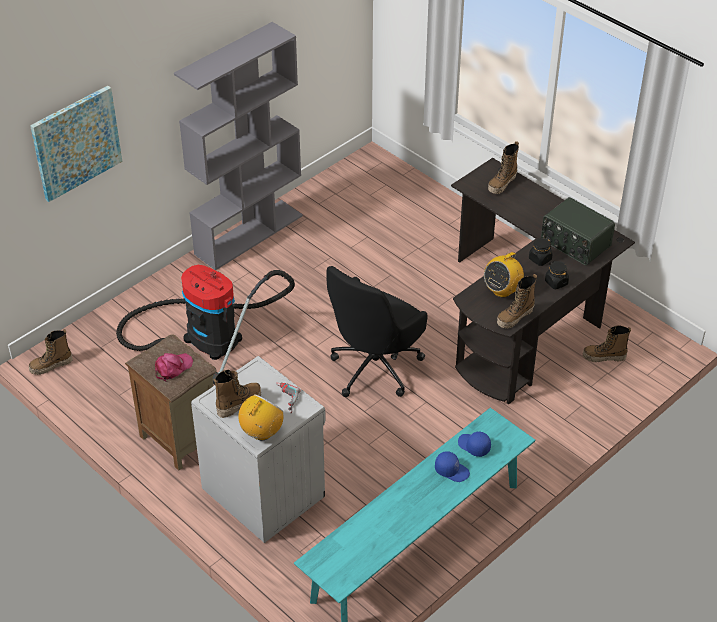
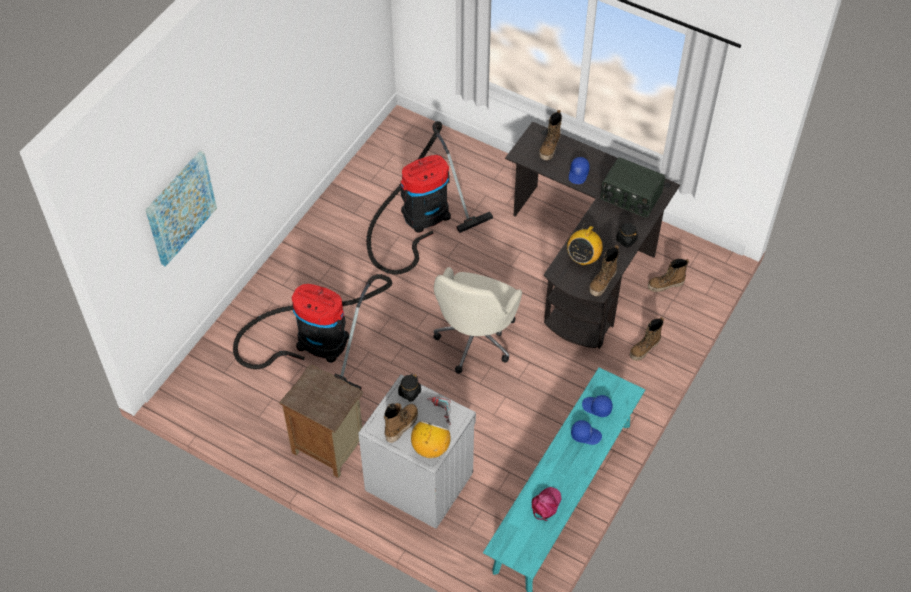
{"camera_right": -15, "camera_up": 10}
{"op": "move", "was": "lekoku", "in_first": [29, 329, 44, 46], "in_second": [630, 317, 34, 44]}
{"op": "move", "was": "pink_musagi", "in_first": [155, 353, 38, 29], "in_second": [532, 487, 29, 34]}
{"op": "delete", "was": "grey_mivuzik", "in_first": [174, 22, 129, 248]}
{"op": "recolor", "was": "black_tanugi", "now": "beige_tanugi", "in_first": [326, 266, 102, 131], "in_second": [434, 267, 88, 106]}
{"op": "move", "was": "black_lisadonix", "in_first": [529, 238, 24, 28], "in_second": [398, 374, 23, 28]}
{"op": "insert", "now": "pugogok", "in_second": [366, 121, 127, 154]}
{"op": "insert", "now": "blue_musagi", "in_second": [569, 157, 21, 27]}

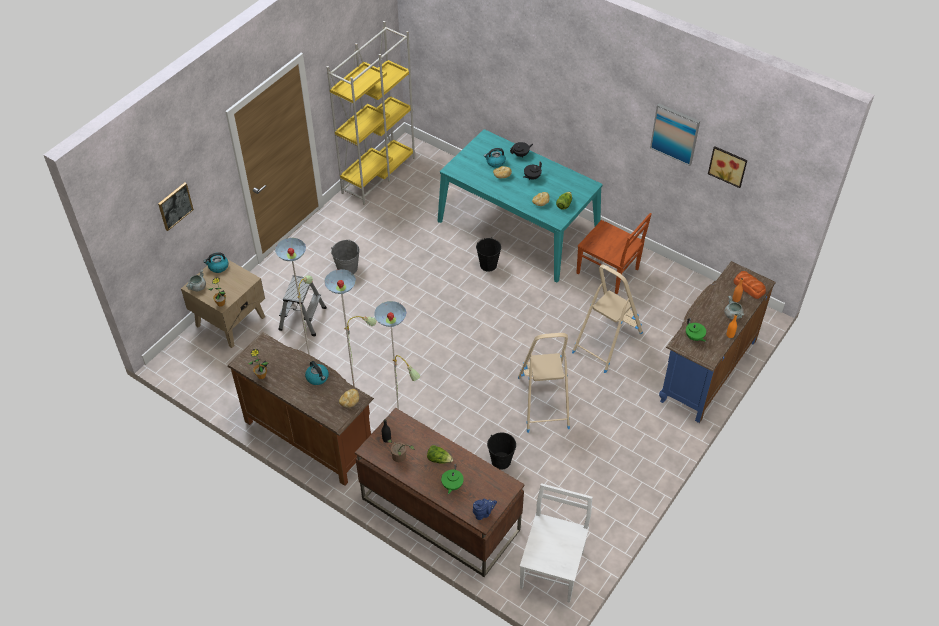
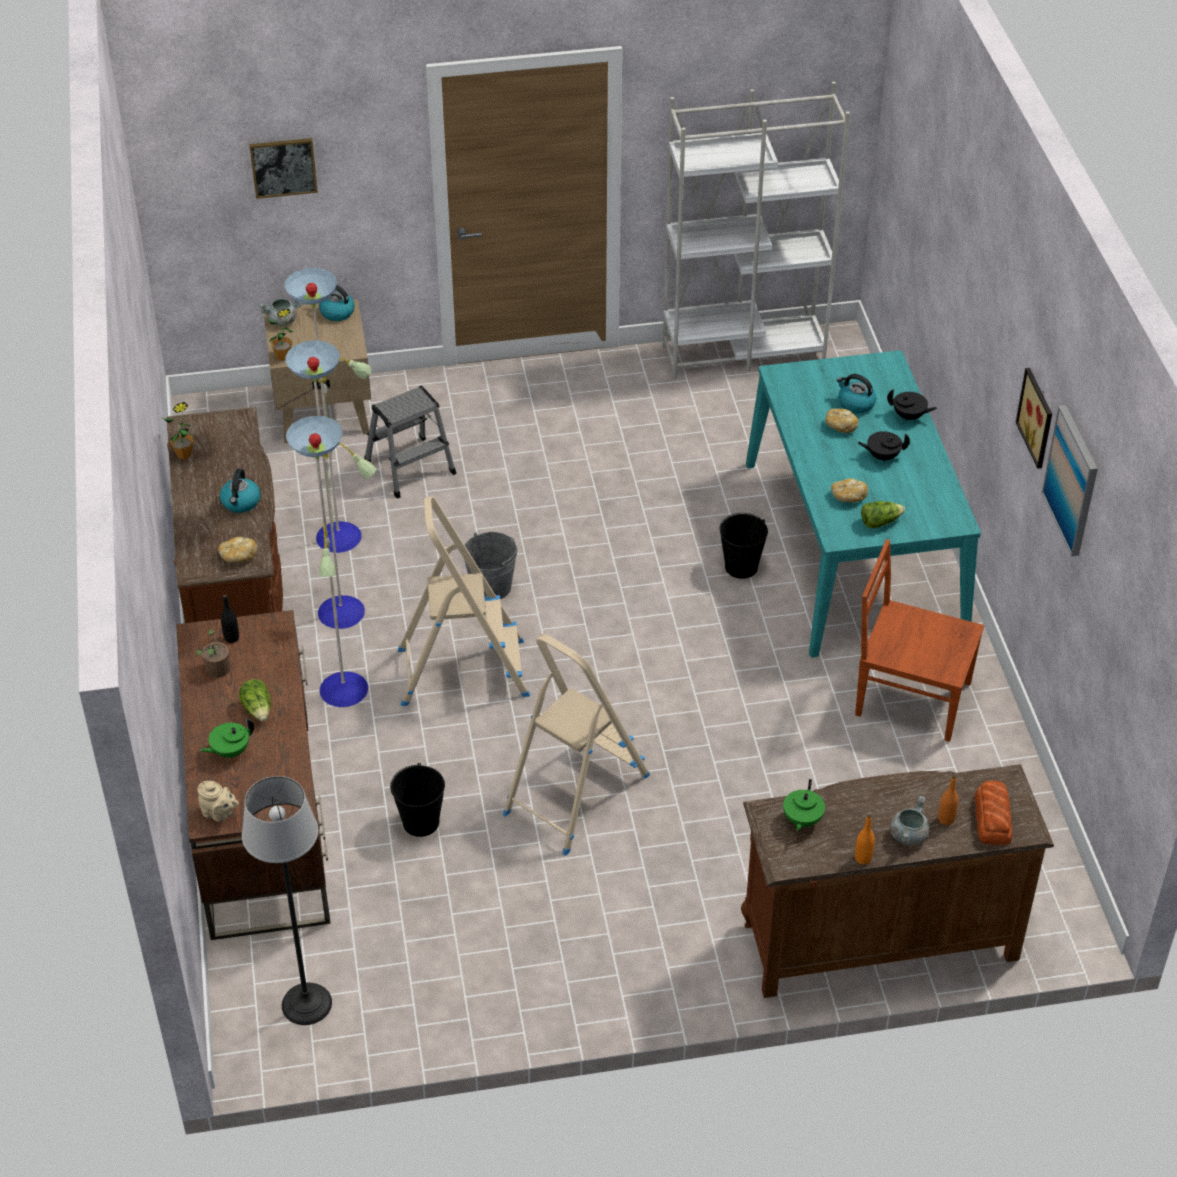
{"camera_right": 45, "camera_up": -5}
{"op": "recolor", "was": "yellow_mivuzik", "now": "white_mivuzik", "in_first": [327, 21, 88, 184], "in_second": [663, 81, 187, 298]}
{"op": "move", "was": "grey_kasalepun", "in_first": [331, 240, 29, 34], "in_second": [465, 532, 52, 67]}
{"op": "recolor", "was": "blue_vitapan", "now": "beige_vitapan", "in_first": [473, 499, 24, 21], "in_second": [198, 781, 41, 41]}
{"op": "replace", "was": "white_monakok", "now": "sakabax", "in_first": [520, 483, 73, 120], "in_second": [242, 776, 90, 249]}
{"op": "move", "was": "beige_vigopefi", "in_first": [572, 264, 71, 109], "in_second": [398, 496, 132, 210]}
{"op": "rotate", "was": "brown_monakok", "in_first": [576, 213, 76, 81], "in_second": [855, 539, 129, 203], "clockwise": 120}
{"op": "recolor", "was": "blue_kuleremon", "now": "brown_kuleremon", "in_first": [659, 261, 117, 162], "in_second": [741, 764, 313, 234]}
{"op": "move", "was": "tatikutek", "in_first": [708, 146, 39, 42], "in_second": [1016, 368, 36, 101]}

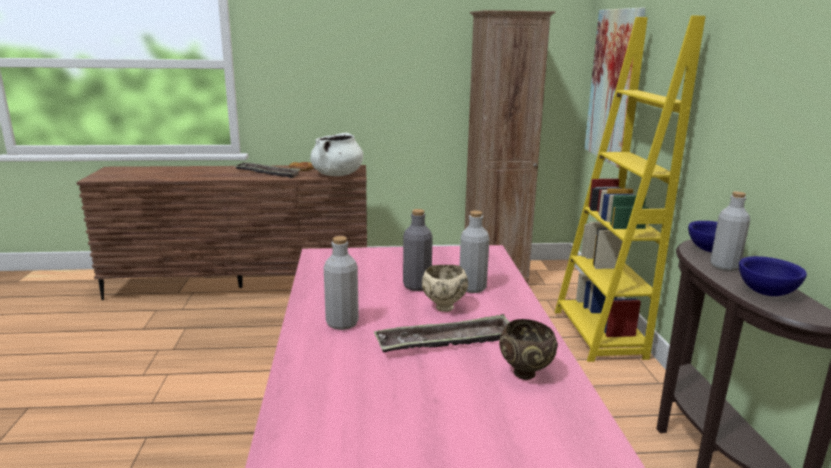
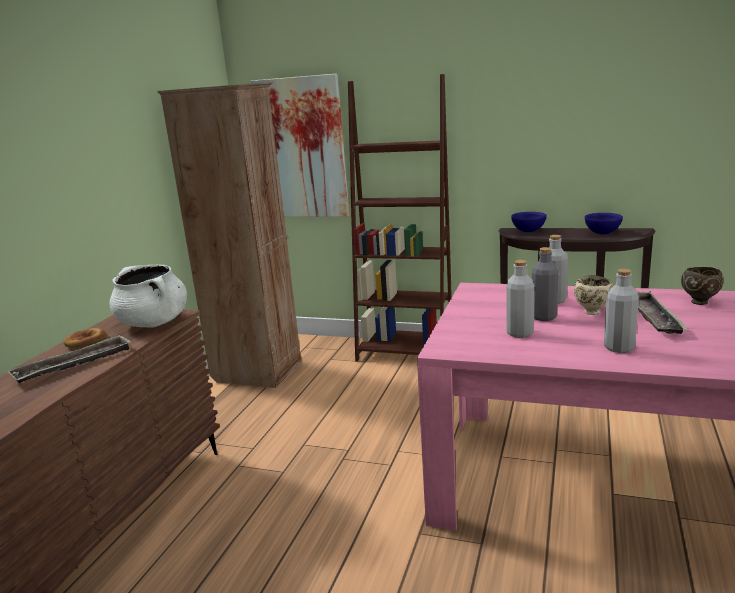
{"camera_right": -65, "camera_up": 0}
{"op": "recolor", "was": "yellow_mivuzik", "now": "brown_mivuzik", "in_first": [555, 16, 151, 346], "in_second": [348, 74, 104, 288]}
{"op": "move", "was": "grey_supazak", "in_first": [710, 191, 40, 80], "in_second": [506, 260, 28, 78]}

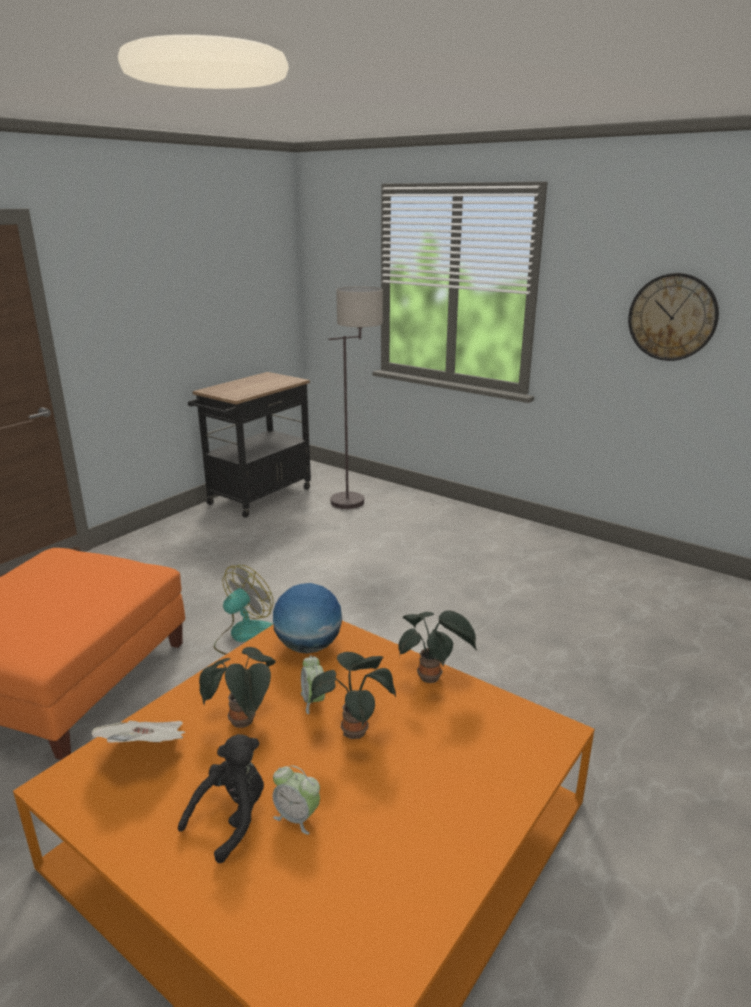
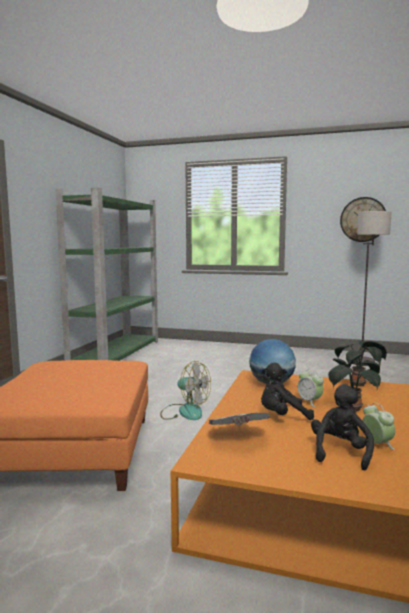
{"camera_right": -20, "camera_up": -15}
{"op": "replace", "was": "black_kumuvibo", "now": "green_mivuzik", "in_first": [188, 372, 123, 146], "in_second": [55, 188, 103, 173]}
{"op": "replace", "was": "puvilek", "now": "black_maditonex", "in_first": [199, 647, 76, 81], "in_second": [261, 362, 53, 58]}
{"op": "rotate", "was": "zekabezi", "in_first": [214, 565, 60, 90], "in_second": [160, 361, 51, 59], "clockwise": 105}
{"op": "rotate", "was": "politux", "in_first": [273, 765, 47, 70], "in_second": [363, 403, 32, 47], "clockwise": -120}
{"op": "move", "was": "grey_sakabax", "in_first": [328, 287, 55, 222], "in_second": [354, 211, 37, 155]}

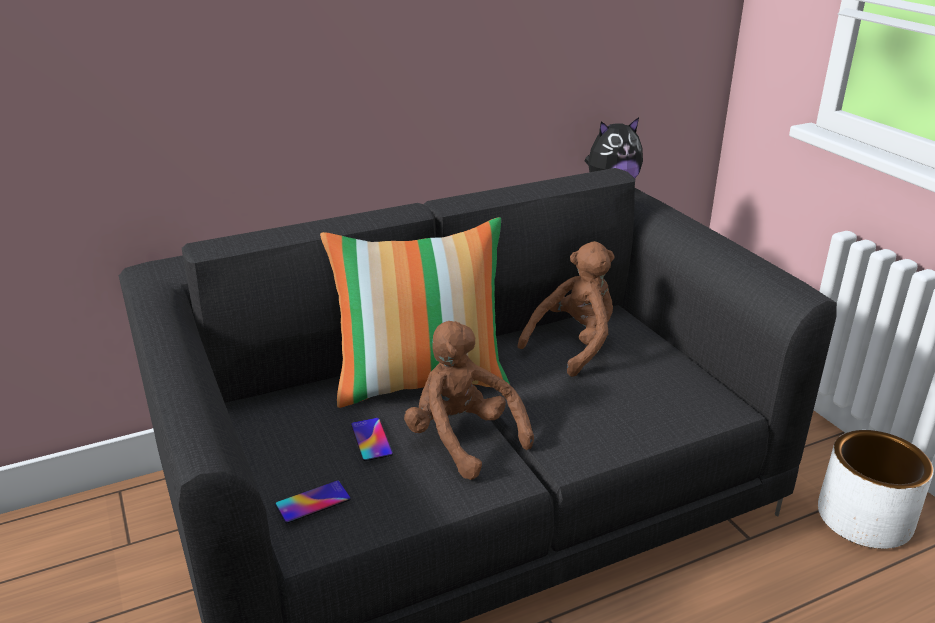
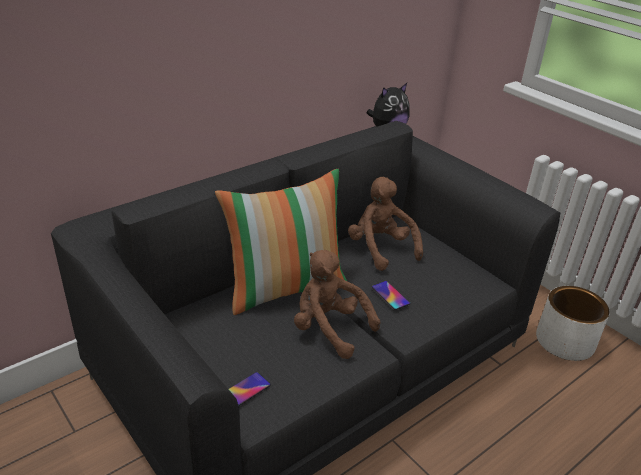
{"camera_right": -15, "camera_up": 5}
{"op": "move", "was": "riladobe", "in_first": [351, 418, 42, 43], "in_second": [372, 281, 38, 29]}
{"op": "rotate", "was": "brown_maditonex", "in_first": [518, 241, 97, 136], "in_second": [348, 177, 75, 94], "clockwise": -60}

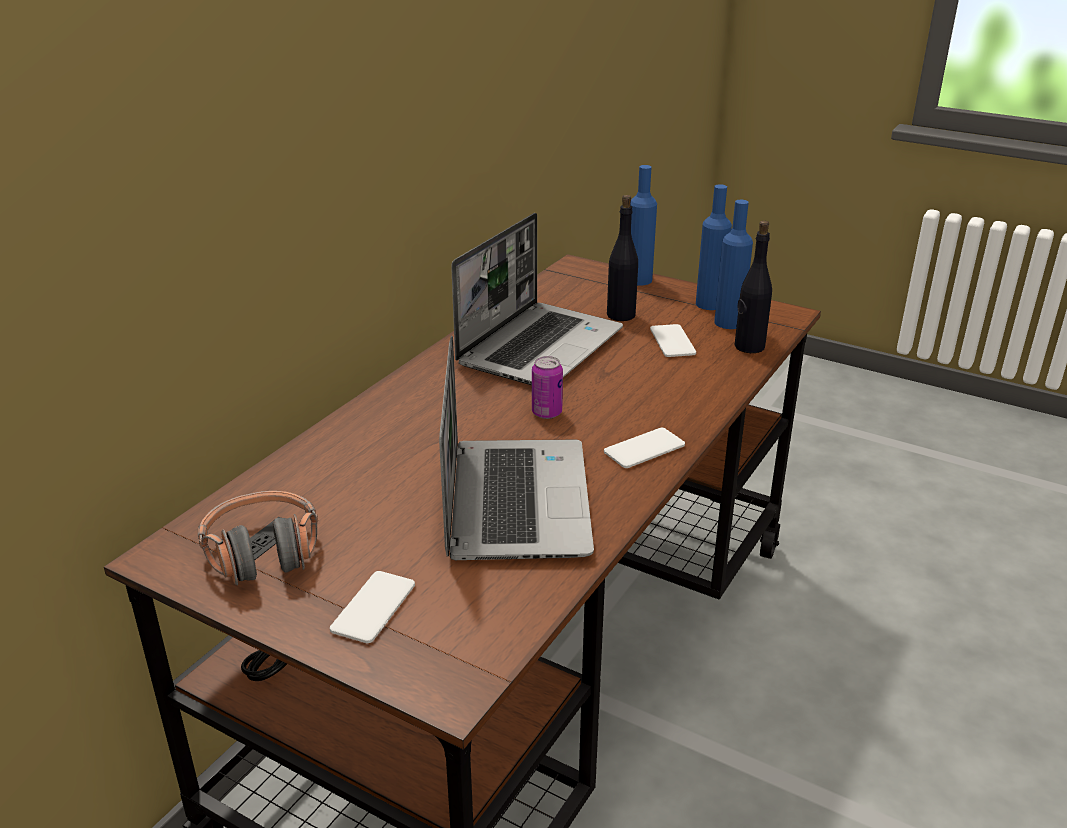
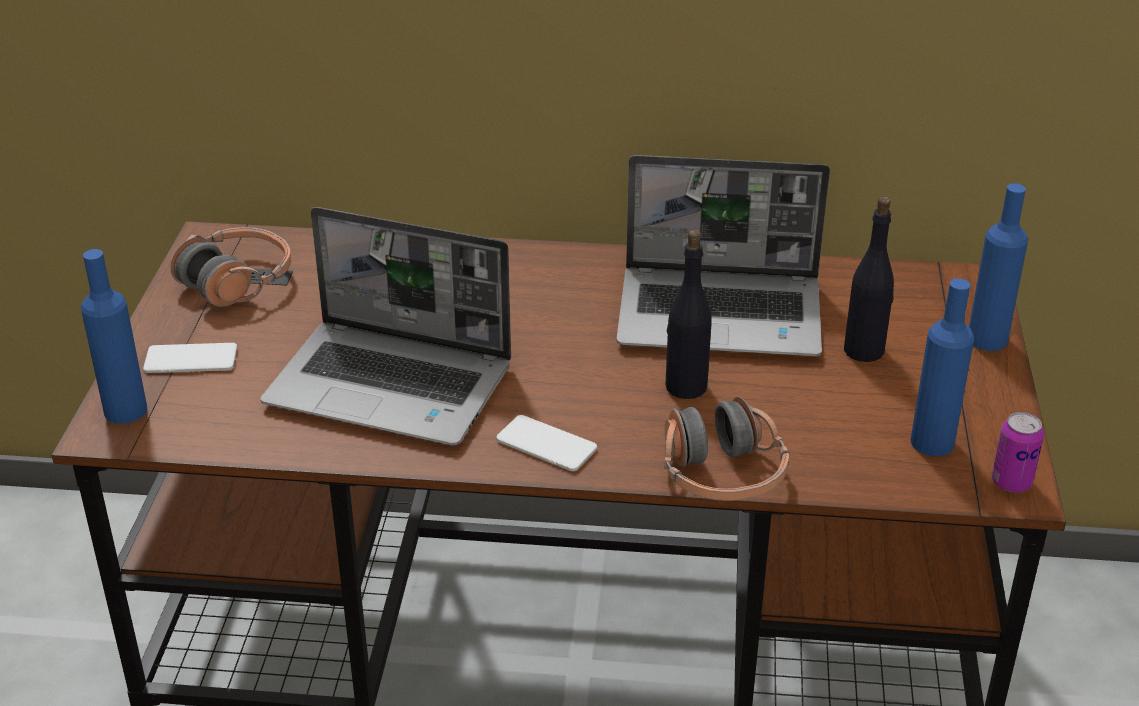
{"camera_right": 65, "camera_up": 5}
{"op": "rotate", "was": "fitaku", "in_first": [439, 336, 155, 224], "in_second": [261, 207, 250, 238], "clockwise": 45}
{"op": "move", "was": "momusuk", "in_first": [532, 356, 31, 63], "in_second": [992, 412, 52, 80]}
{"op": "delete", "was": "riladobe", "in_first": [650, 324, 46, 33]}
{"op": "move", "was": "blue_supazak", "in_first": [696, 184, 36, 126], "in_second": [81, 249, 66, 175]}
{"op": "move", "was": "black_supazak", "in_first": [735, 221, 37, 132], "in_second": [665, 230, 47, 169]}
{"op": "insert", "now": "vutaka", "in_second": [664, 397, 126, 104]}

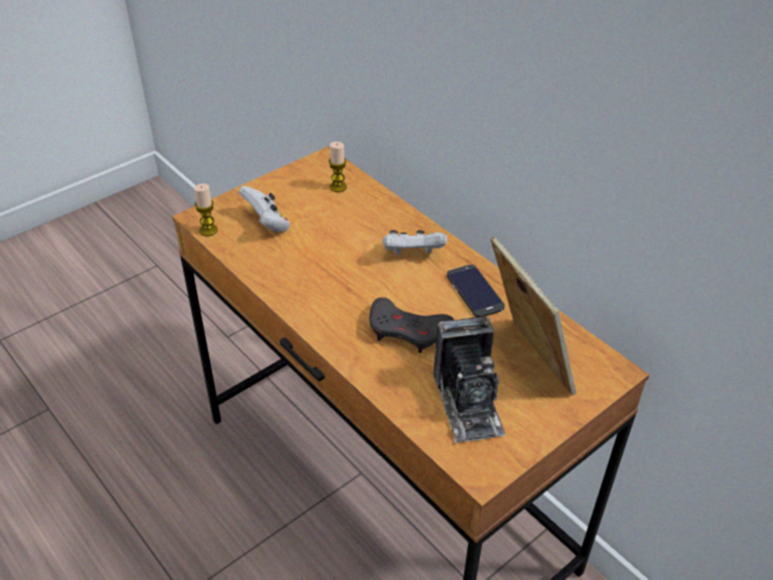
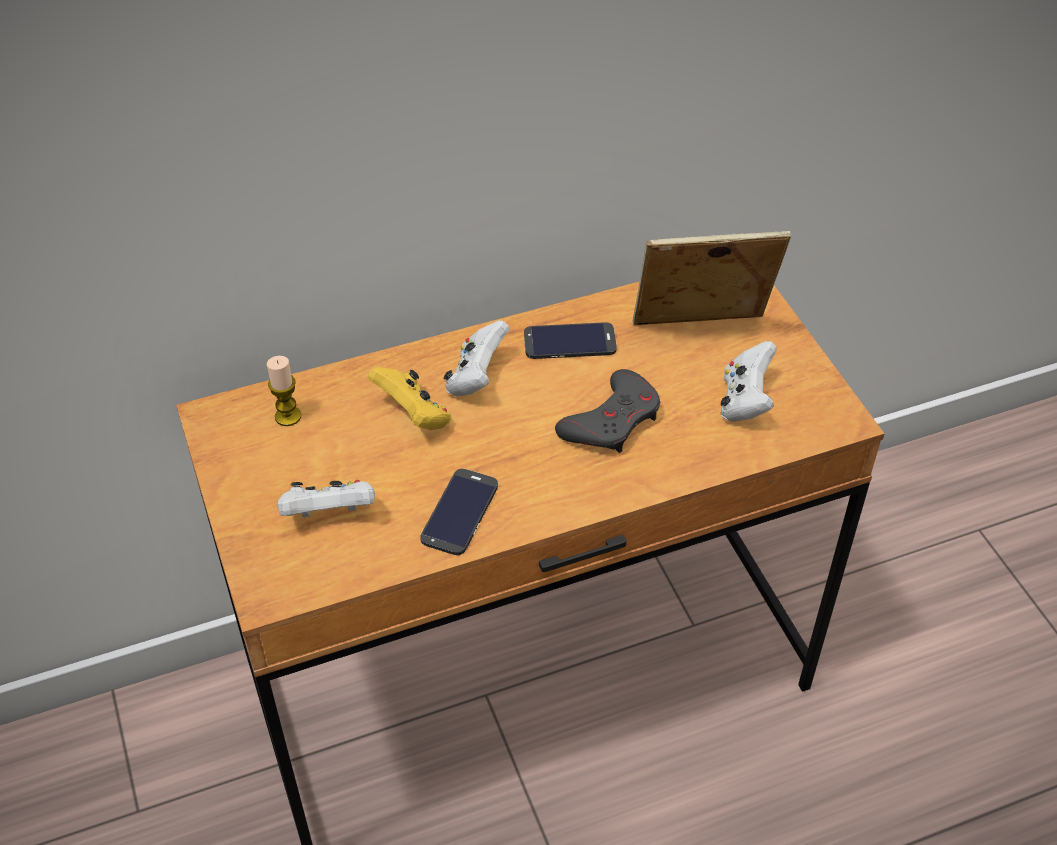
{"camera_right": -70, "camera_up": 5}
{"op": "delete", "was": "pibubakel", "in_first": [194, 184, 24, 52]}
{"op": "replace", "was": "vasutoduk", "now": "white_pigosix", "in_first": [433, 316, 72, 128], "in_second": [721, 341, 56, 81]}
{"op": "insert", "now": "yellow_pigosix", "in_second": [368, 367, 83, 63]}
{"op": "insert", "now": "riladobe", "in_second": [420, 469, 78, 86]}

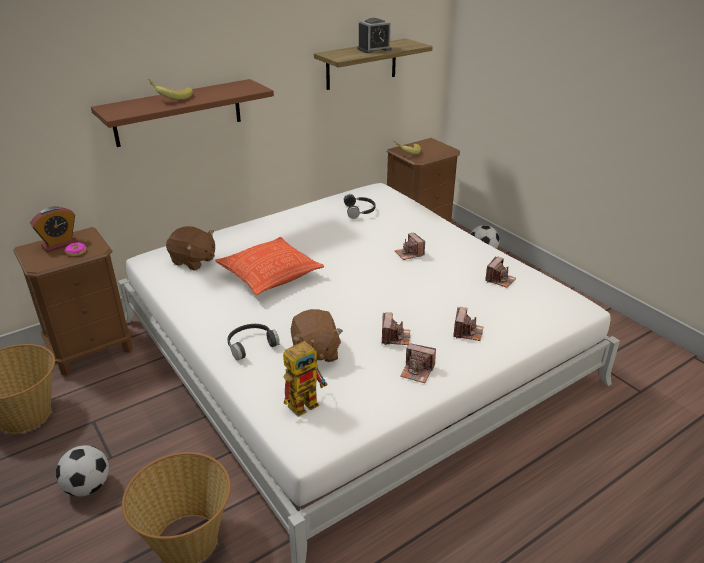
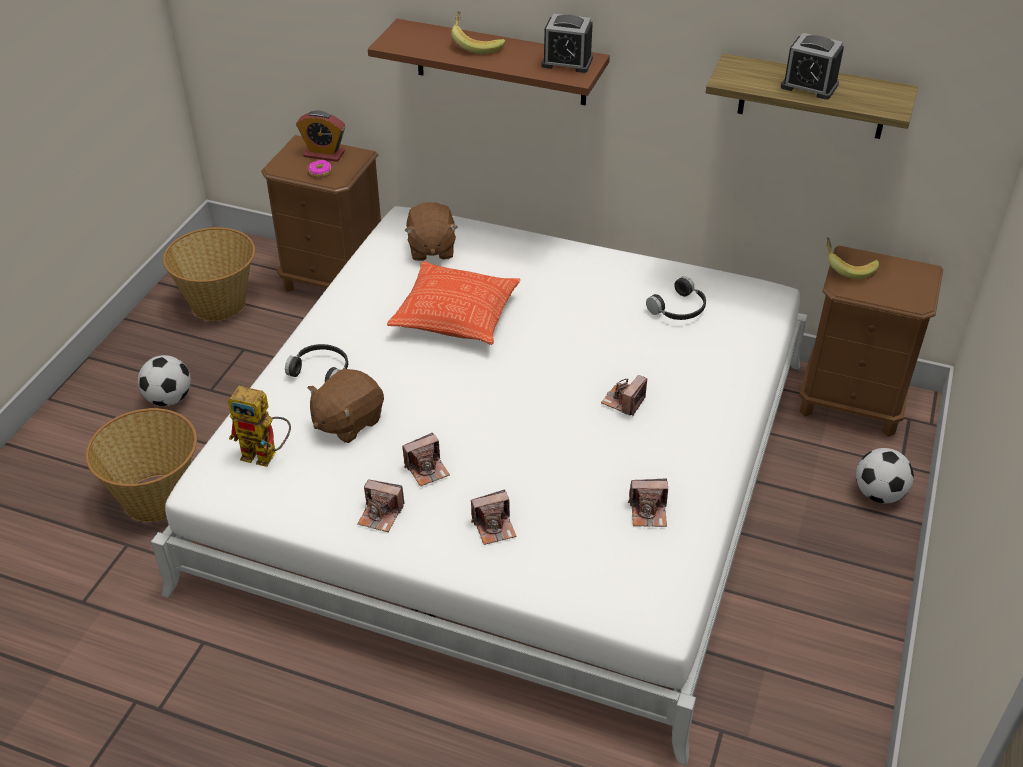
{"camera_right": 55, "camera_up": 10}
{"op": "rotate", "was": "vasutoduk", "in_first": [400, 343, 36, 40], "in_second": [357, 479, 48, 53], "clockwise": -60}
{"op": "insert", "now": "politux", "in_second": [541, 14, 52, 59]}

